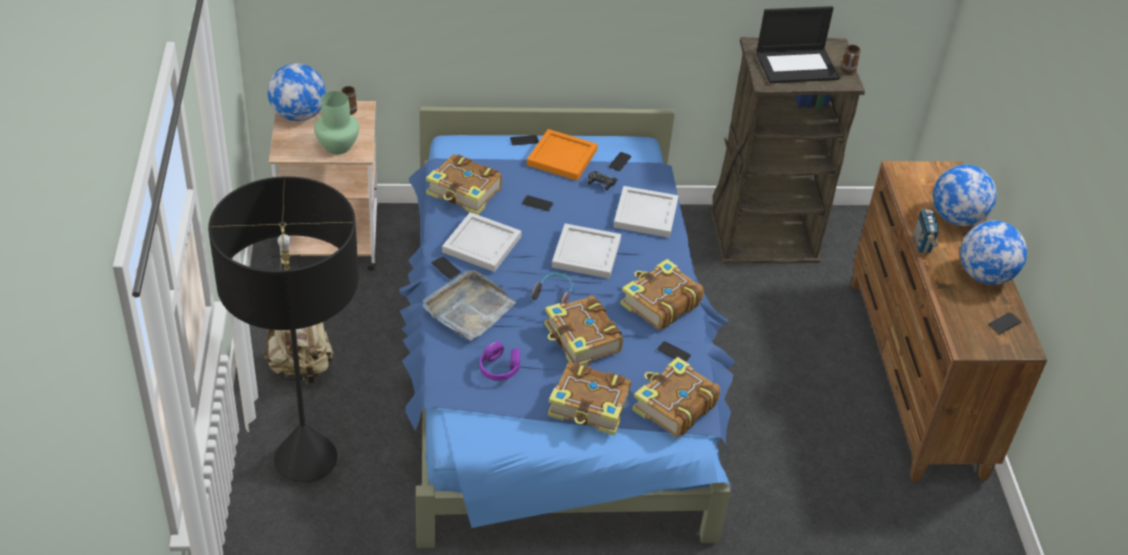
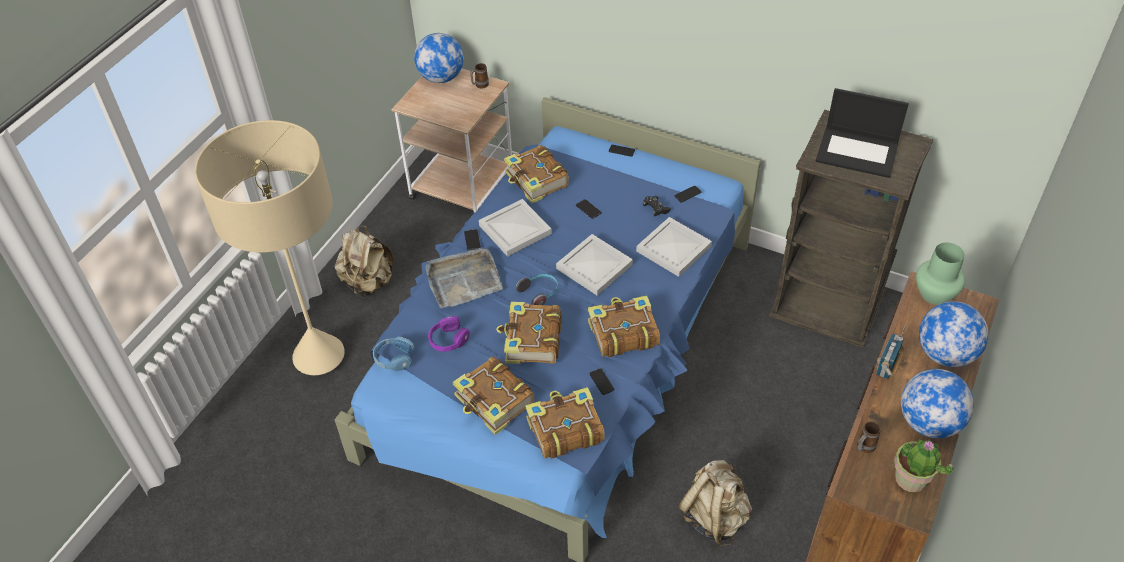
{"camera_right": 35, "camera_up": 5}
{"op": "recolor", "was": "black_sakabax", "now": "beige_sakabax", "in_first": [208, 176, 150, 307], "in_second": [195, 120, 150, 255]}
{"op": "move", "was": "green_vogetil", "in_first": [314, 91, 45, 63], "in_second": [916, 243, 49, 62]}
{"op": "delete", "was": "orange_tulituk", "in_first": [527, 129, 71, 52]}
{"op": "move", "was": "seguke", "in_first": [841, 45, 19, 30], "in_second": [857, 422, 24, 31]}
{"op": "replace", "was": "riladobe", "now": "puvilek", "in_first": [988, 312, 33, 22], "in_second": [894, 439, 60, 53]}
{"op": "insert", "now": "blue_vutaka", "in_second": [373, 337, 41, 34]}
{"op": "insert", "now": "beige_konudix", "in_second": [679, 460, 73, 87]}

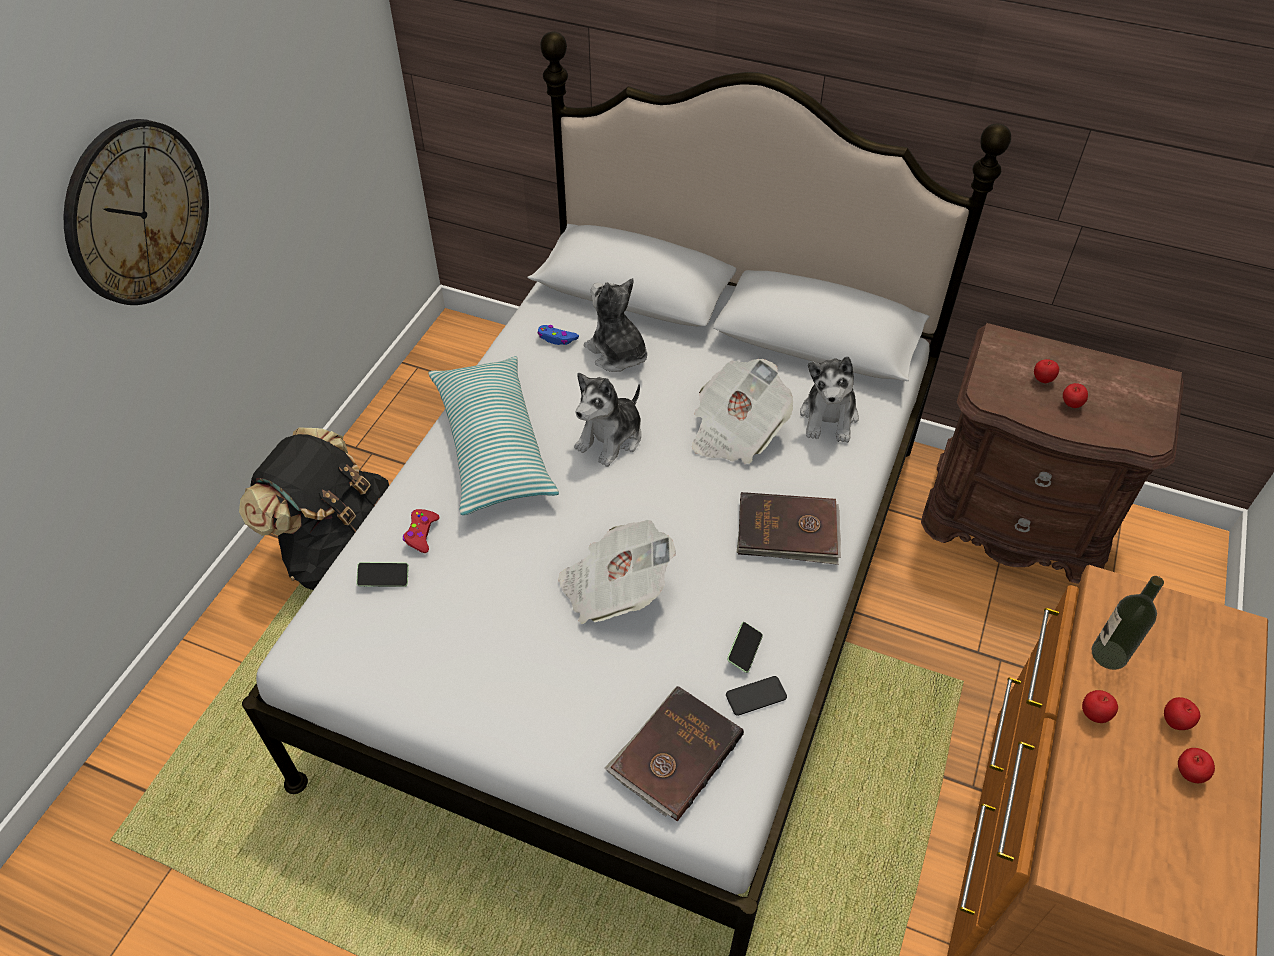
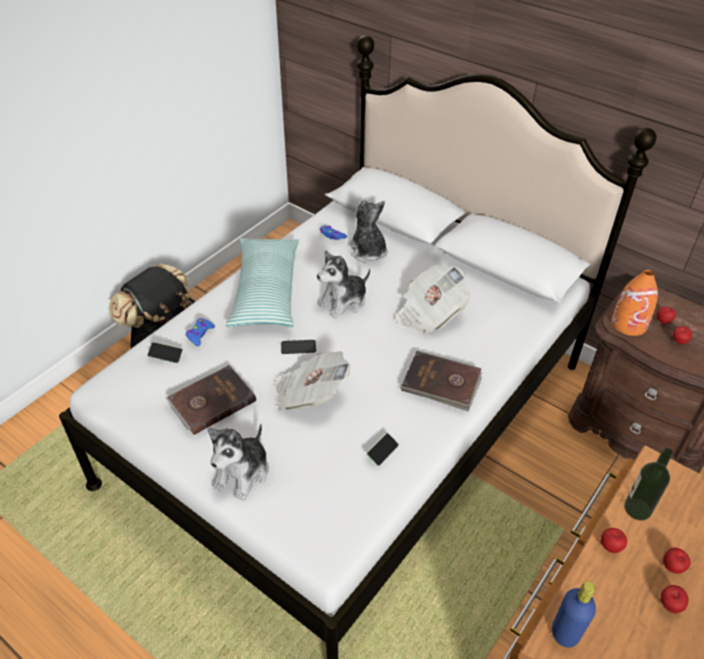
{"camera_right": 15, "camera_up": -5}
{"op": "delete", "was": "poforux", "in_first": [64, 119, 145, 186]}
{"op": "recolor", "was": "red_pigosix", "now": "blue_pigosix", "in_first": [403, 509, 37, 44], "in_second": [186, 318, 29, 28]}
{"op": "move", "was": "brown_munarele", "in_first": [604, 686, 140, 135], "in_second": [165, 365, 91, 70]}
{"op": "move", "was": "riladobe", "in_first": [726, 676, 61, 40], "in_second": [281, 340, 35, 14]}
{"op": "move", "was": "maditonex", "in_first": [800, 357, 59, 86], "in_second": [208, 423, 61, 78]}
{"op": "insert", "now": "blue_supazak", "in_second": [552, 581, 44, 67]}
{"op": "insert", "now": "orange_vogetil", "in_second": [612, 270, 46, 66]}

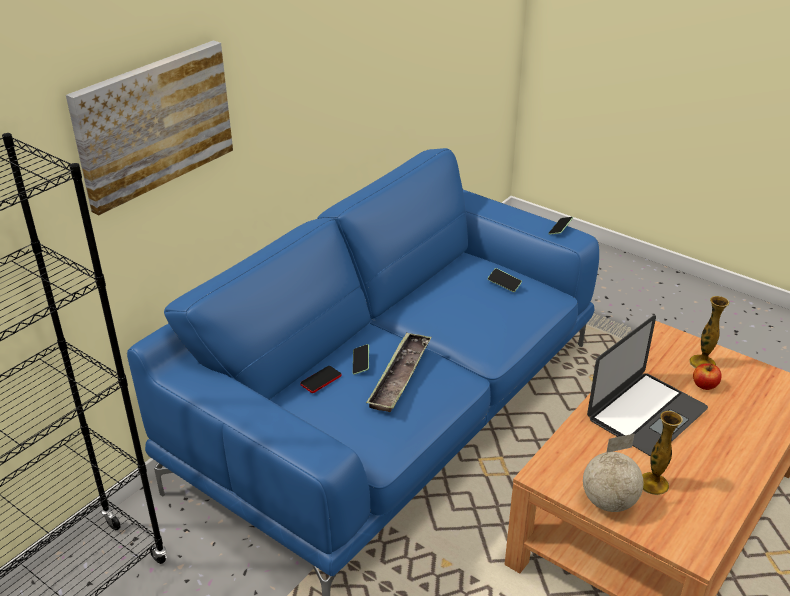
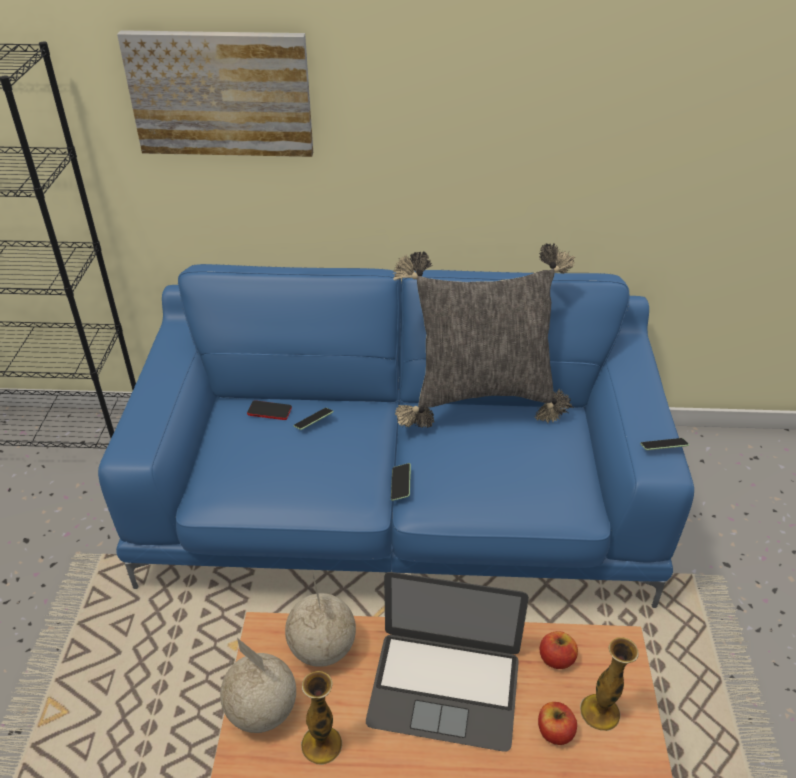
{"camera_right": 55, "camera_up": 5}
{"op": "delete", "was": "tulituk", "in_first": [366, 332, 66, 80]}
{"op": "move", "was": "riladobe", "in_first": [488, 268, 34, 24], "in_second": [391, 463, 20, 38]}
{"op": "insert", "now": "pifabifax", "in_second": [285, 574, 71, 93]}
{"op": "insert", "now": "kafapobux", "in_second": [393, 243, 182, 185]}
{"op": "insert", "now": "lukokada", "in_second": [540, 631, 38, 38]}

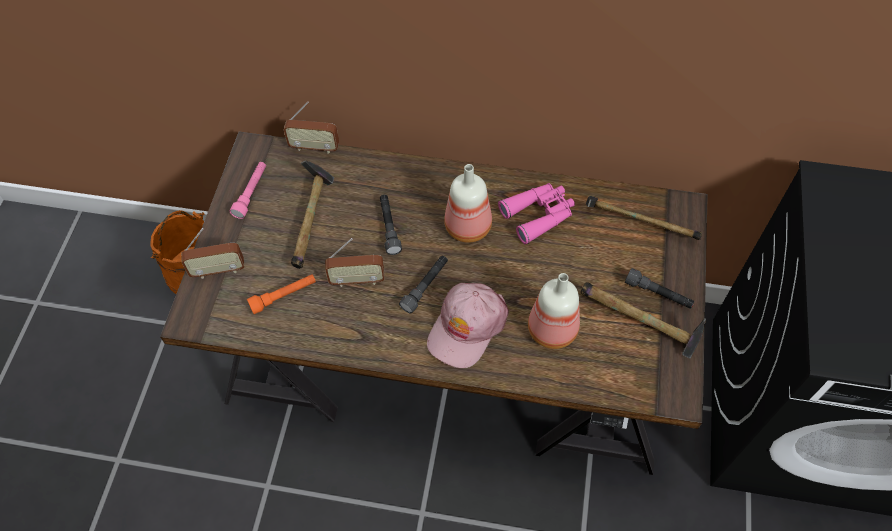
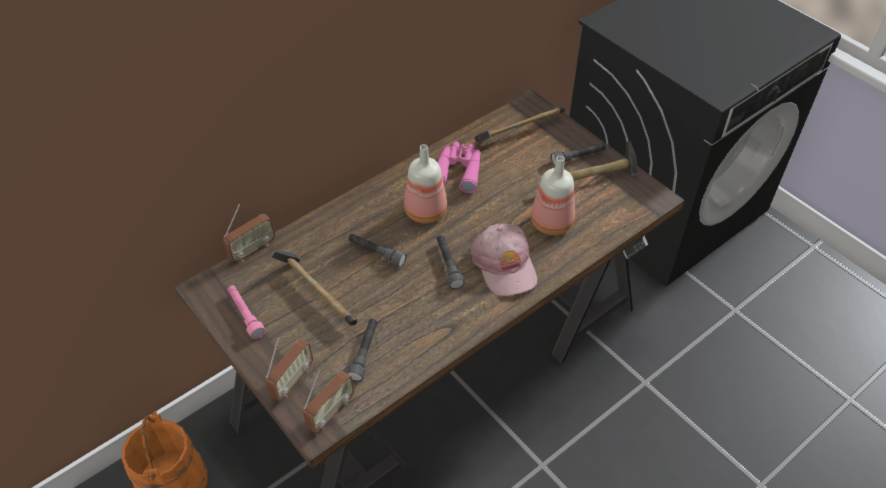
{"camera_right": -50, "camera_up": -10}
{"op": "recolor", "was": "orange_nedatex", "now": "grey_nedatex", "in_first": [247, 275, 69, 39], "in_second": [347, 319, 30, 63]}
{"op": "move", "was": "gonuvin", "in_first": [325, 238, 60, 49], "in_second": [303, 370, 51, 63]}

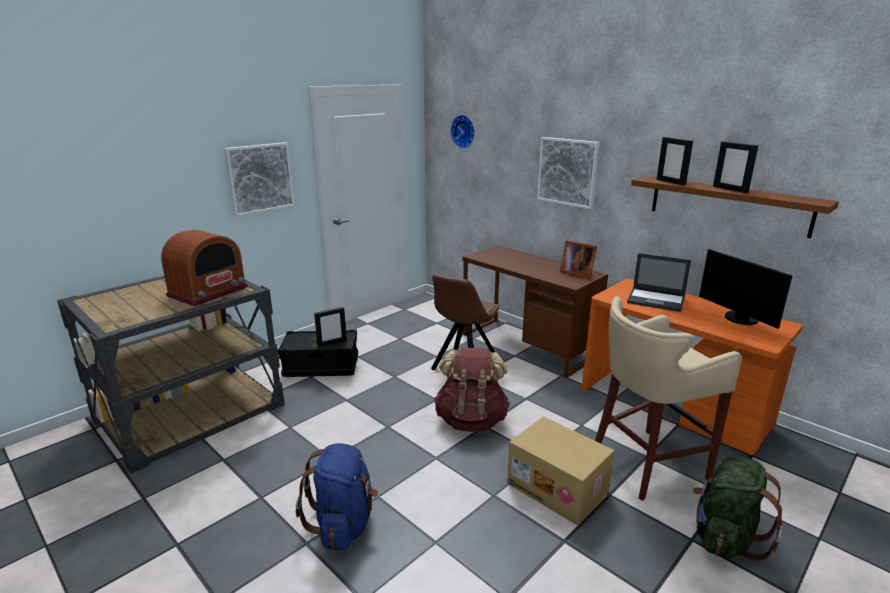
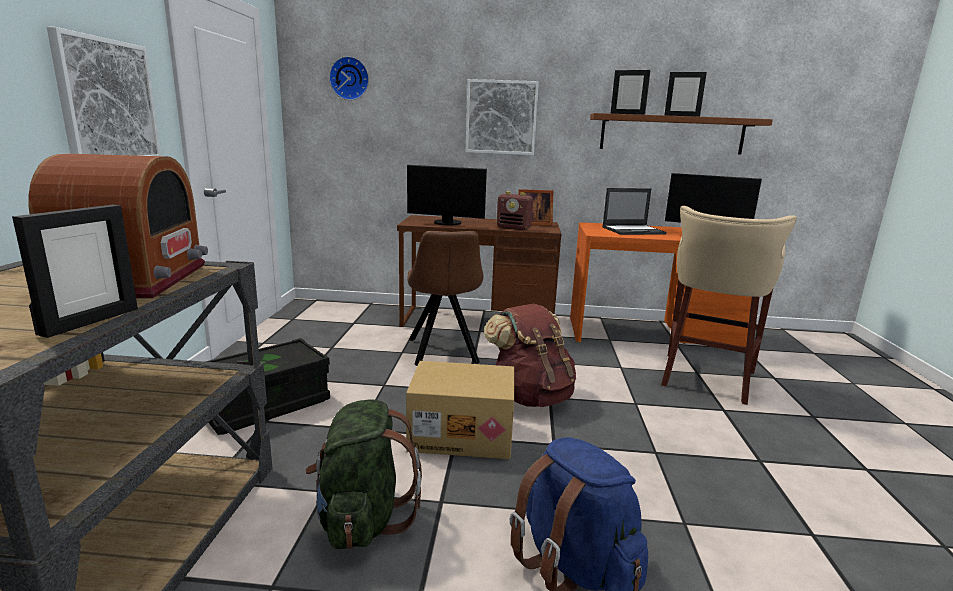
{"camera_right": -40, "camera_up": -5}
{"op": "move", "was": "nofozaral", "in_first": [314, 307, 33, 40], "in_second": [12, 205, 126, 133]}
{"op": "move", "was": "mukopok", "in_first": [507, 416, 108, 109], "in_second": [406, 361, 108, 98]}
{"op": "move", "was": "green_konudix", "in_first": [693, 456, 89, 106], "in_second": [306, 399, 116, 150]}
{"op": "insert", "now": "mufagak", "in_second": [407, 165, 80, 61]}
{"op": "insert", "now": "gonuvin", "in_second": [497, 191, 36, 39]}

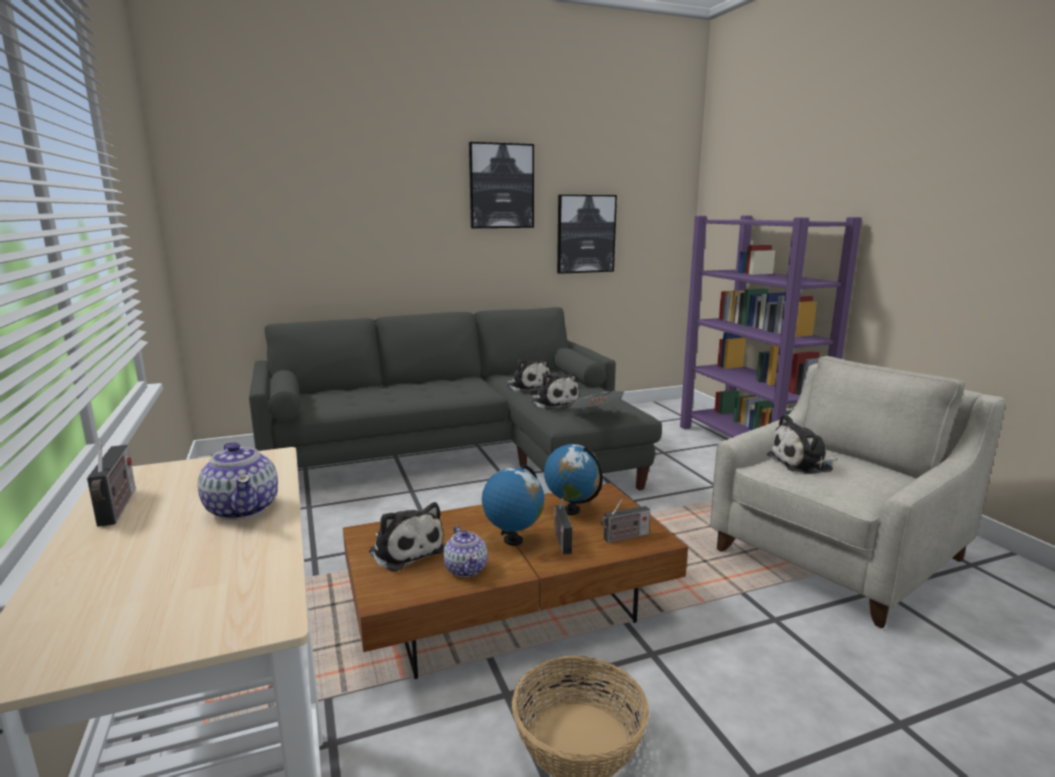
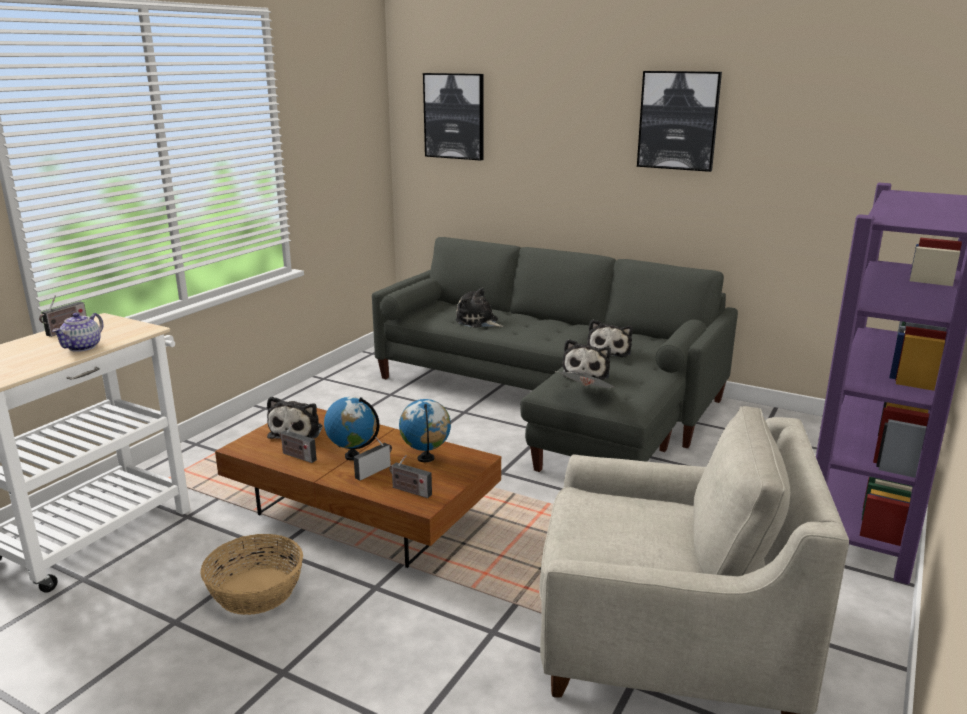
{"camera_right": 50, "camera_up": 5}
{"op": "replace", "was": "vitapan", "now": "gonuvin", "in_first": [443, 526, 45, 51], "in_second": [279, 423, 38, 40]}
{"op": "move", "was": "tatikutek", "in_first": [557, 195, 60, 79], "in_second": [423, 73, 61, 88]}
{"op": "move", "was": "maditonex", "in_first": [767, 414, 70, 60], "in_second": [455, 287, 48, 41]}

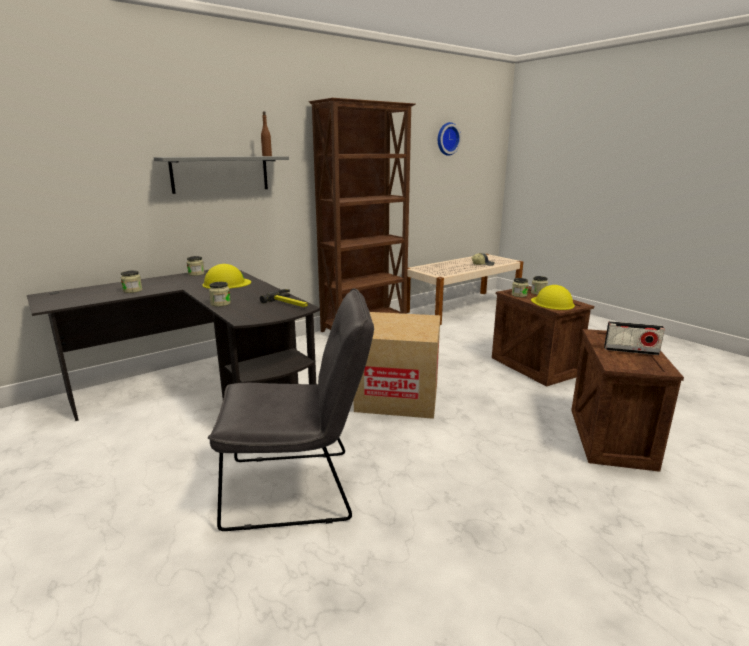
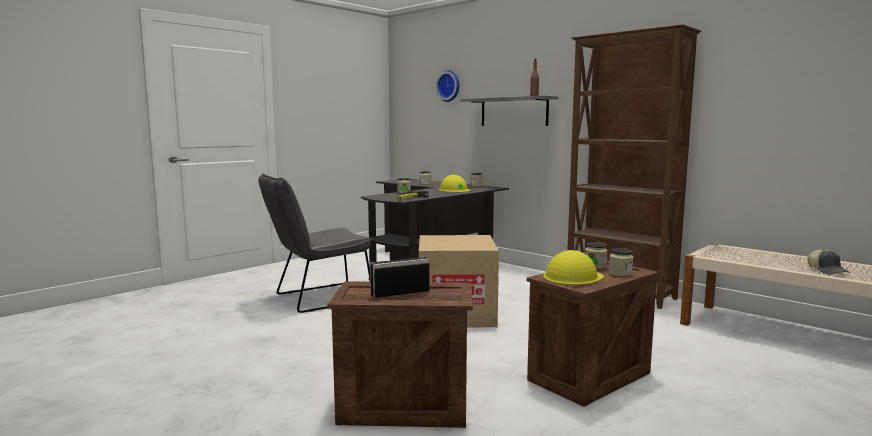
{"camera_right": 80, "camera_up": -10}
{"op": "rotate", "was": "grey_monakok", "in_first": [208, 289, 166, 242], "in_second": [258, 173, 114, 140], "clockwise": 75}
{"op": "move", "was": "poforux", "in_first": [438, 122, 23, 34], "in_second": [436, 70, 24, 32]}
{"op": "rotate", "was": "gonuvin", "in_first": [604, 321, 61, 34], "in_second": [370, 257, 60, 41], "clockwise": 60}

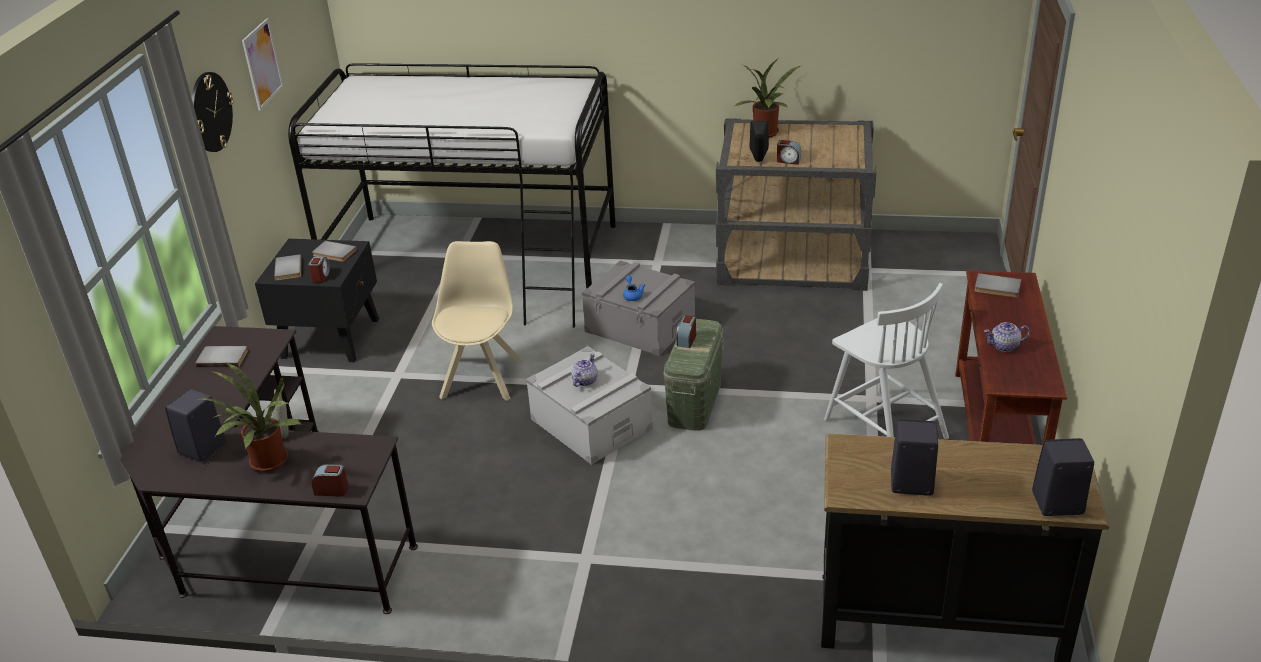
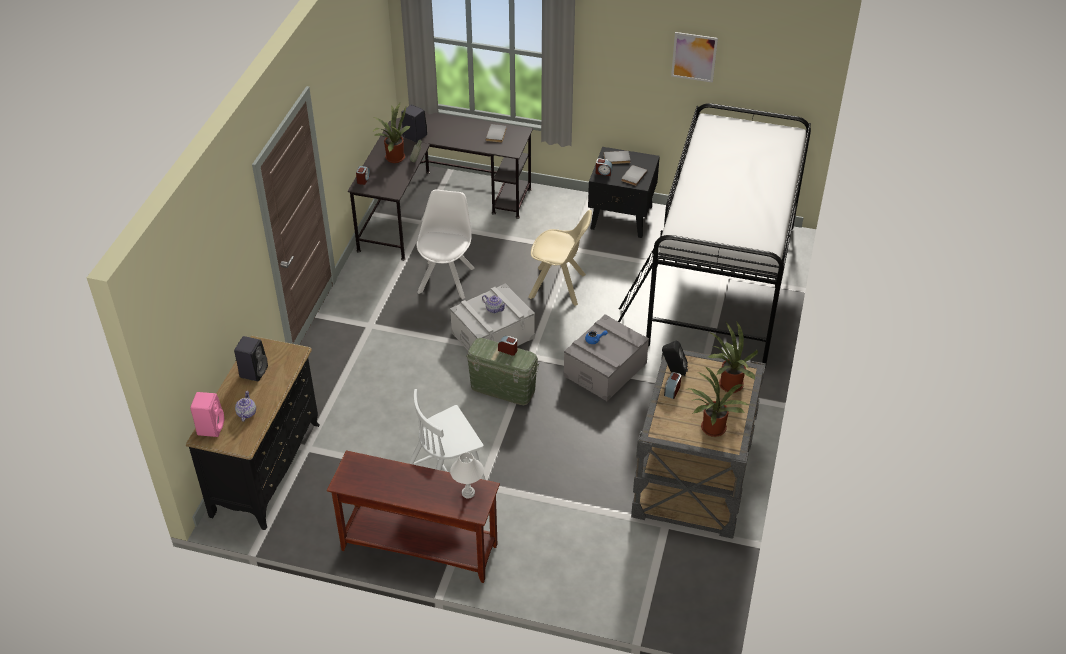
{"camera_right": 95, "camera_up": 10}
{"op": "delete", "was": "poforux", "in_first": [191, 72, 42, 80]}
{"op": "replace", "was": "grey_munarele", "now": "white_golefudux", "in_first": [974, 273, 47, 25], "in_second": [450, 452, 34, 47]}
{"op": "move", "was": "vitapan", "in_first": [984, 322, 46, 30], "in_second": [235, 391, 21, 30]}
{"op": "recolor", "was": "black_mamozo", "now": "pink_mamozo", "in_first": [1032, 438, 62, 78], "in_second": [190, 392, 35, 45]}
{"op": "insert", "now": "white_monakok", "in_second": [416, 190, 59, 109]}
{"op": "insert", "now": "puvilek", "in_second": [688, 366, 61, 71]}

